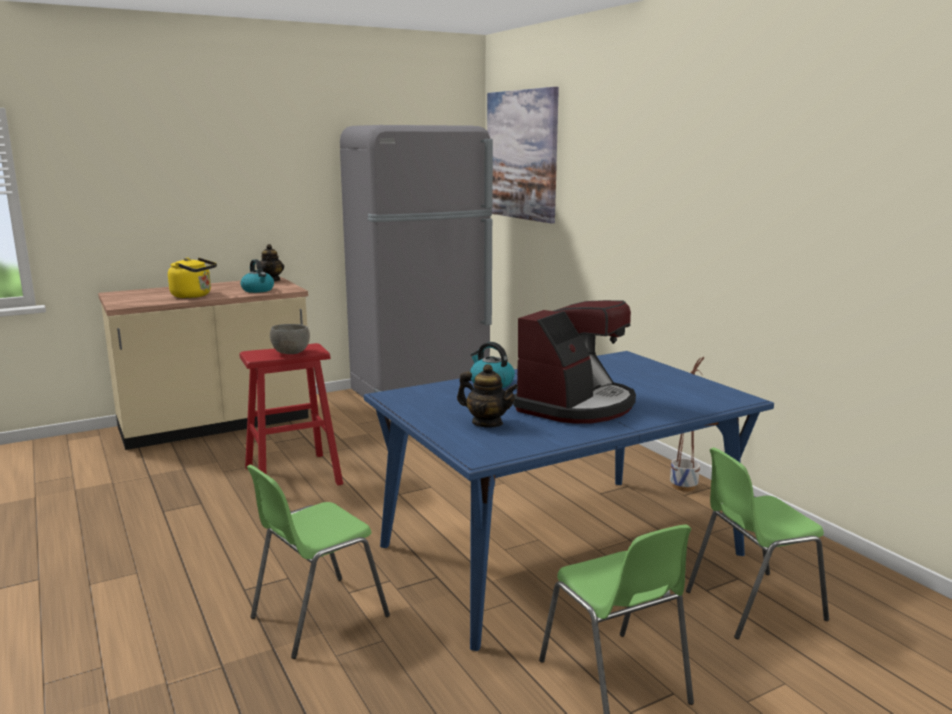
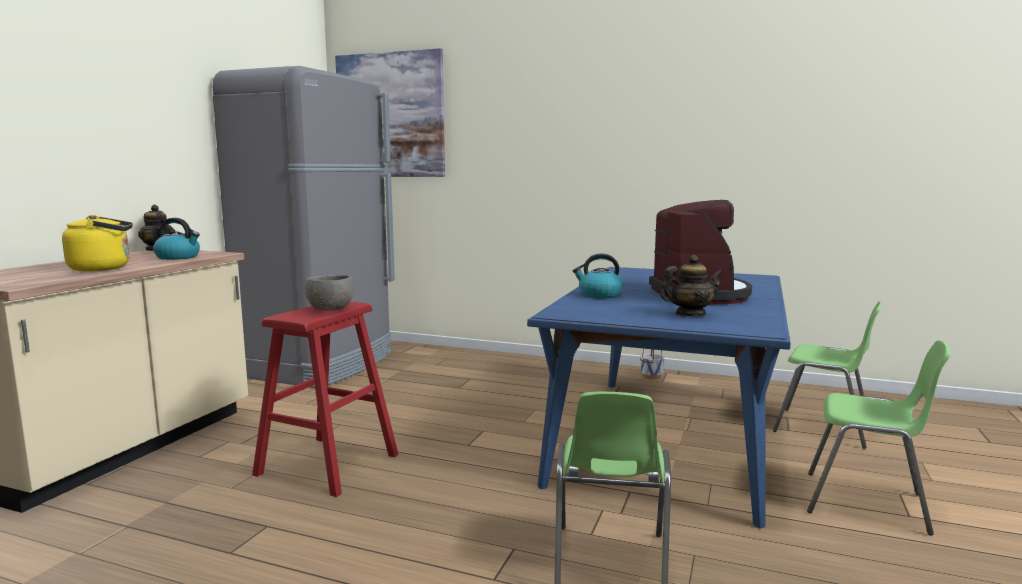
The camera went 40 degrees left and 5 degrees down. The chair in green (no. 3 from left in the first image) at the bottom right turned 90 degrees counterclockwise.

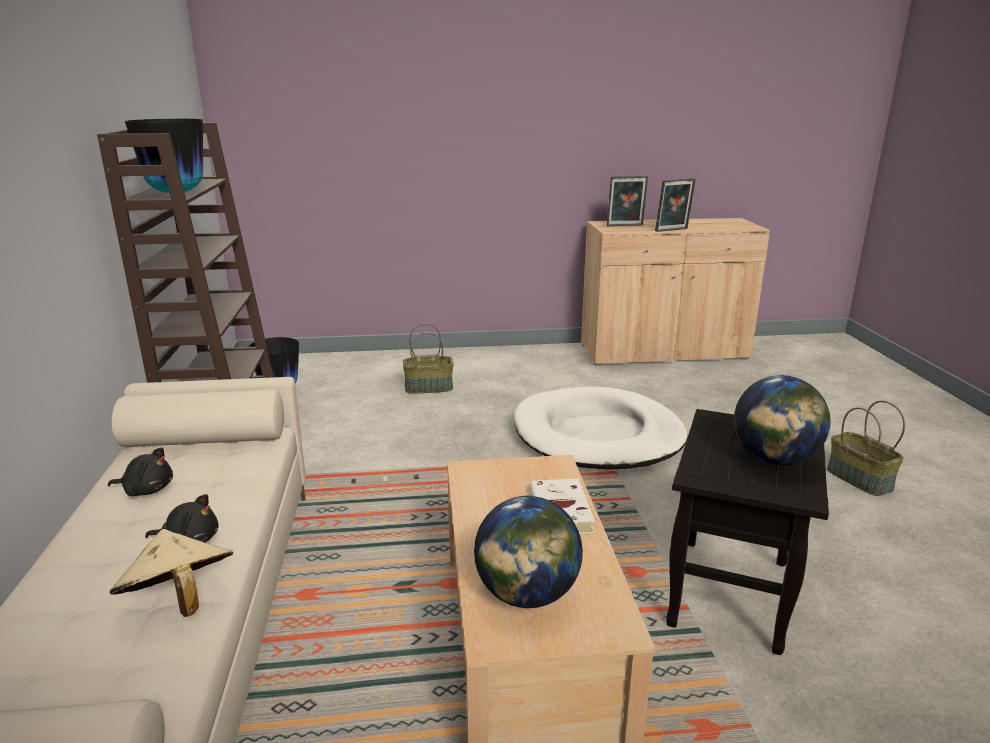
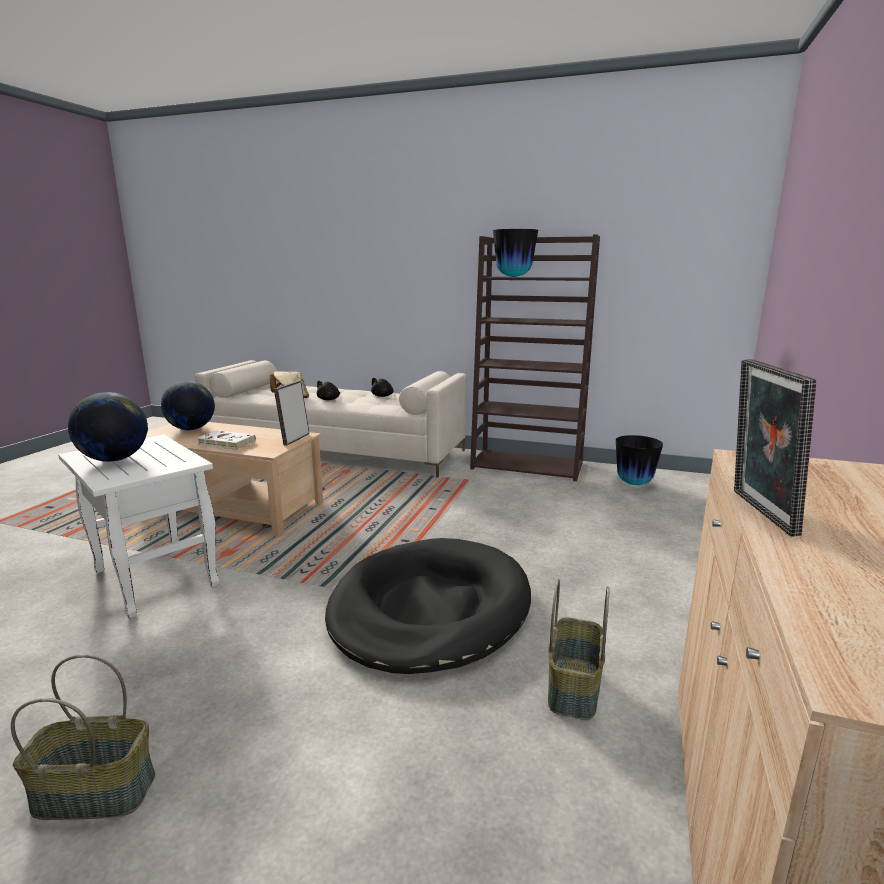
The camera went 115 degrees right and 5 degrees down. The picture frame (no. 1 from left) moved from the top centre to the middle left. The basket (no. 1 from left in the first image) moved from the centre to the bottom centre. The dog bed in white at the centre became the dog bed in black at the bottom centre. The side table in black at the bottom right became the side table in white at the middle left.

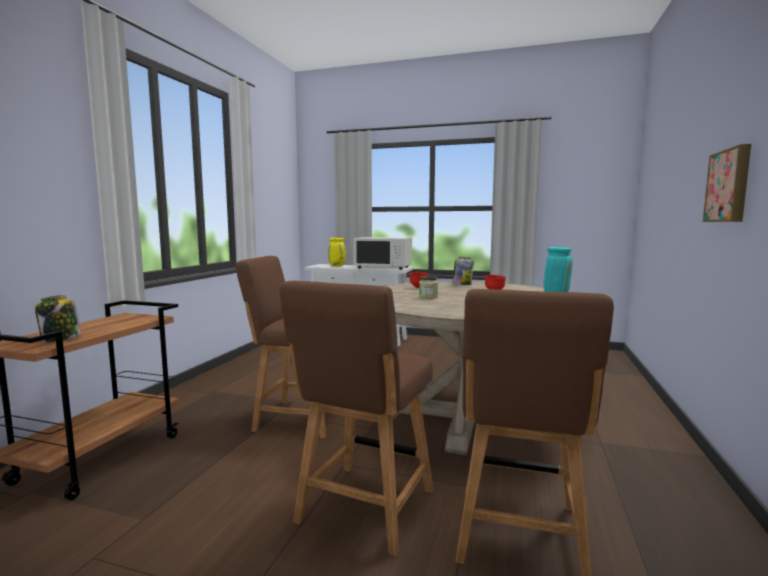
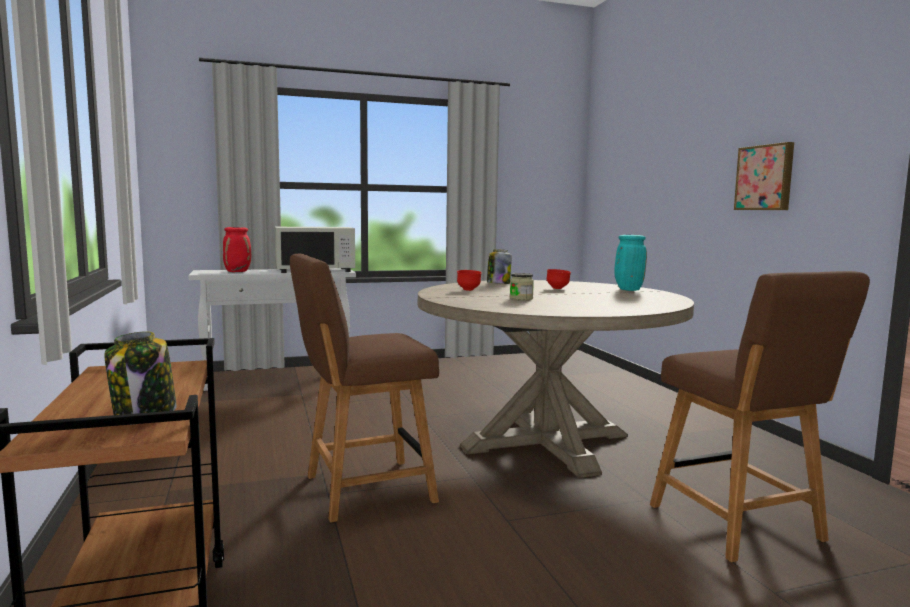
The camera went 35 degrees left and 0 degrees up. The vase in yellow at the centre became the vase in red at the middle left. The chair in brown (no. 2 from left) at the bottom centre disappeared.

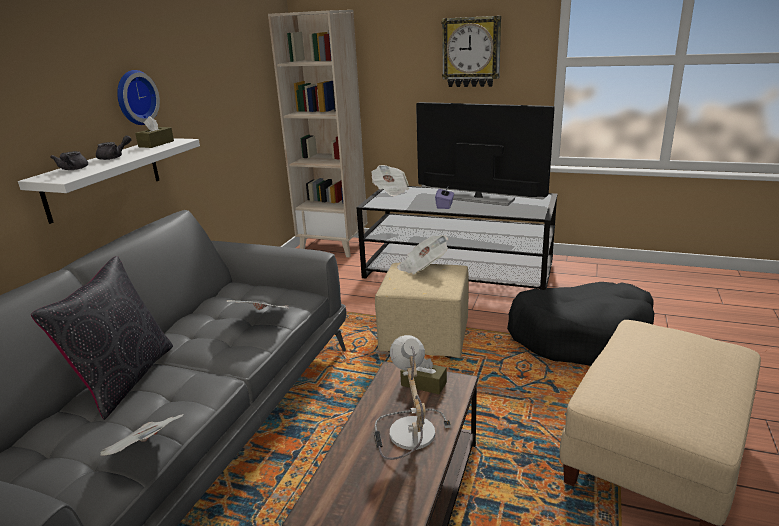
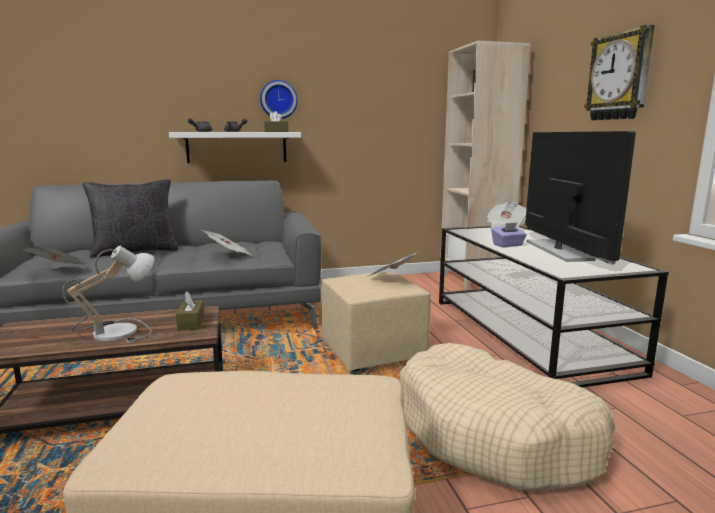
The camera went 55 degrees right and 10 degrees down. The dog bed in black at the middle right became the dog bed in beige at the bottom right.

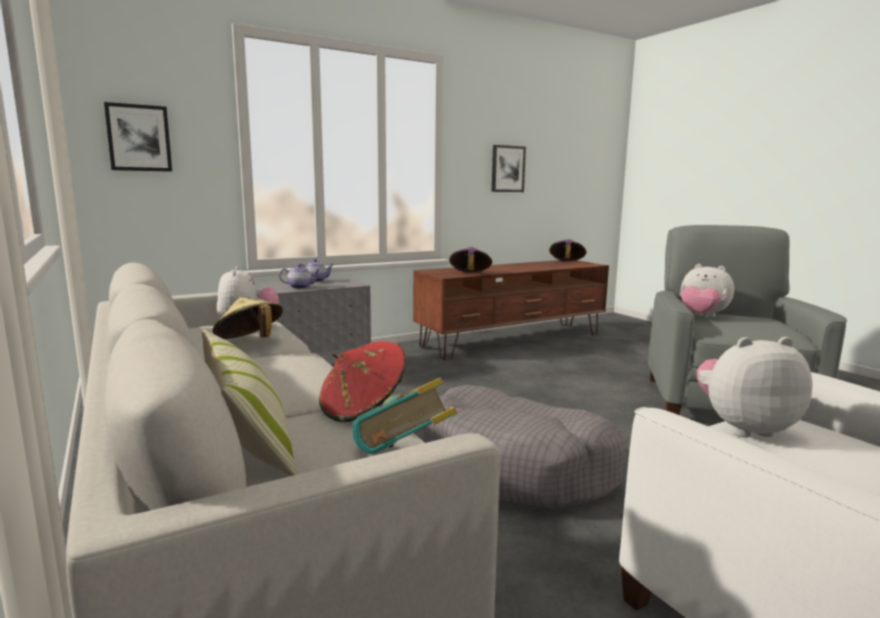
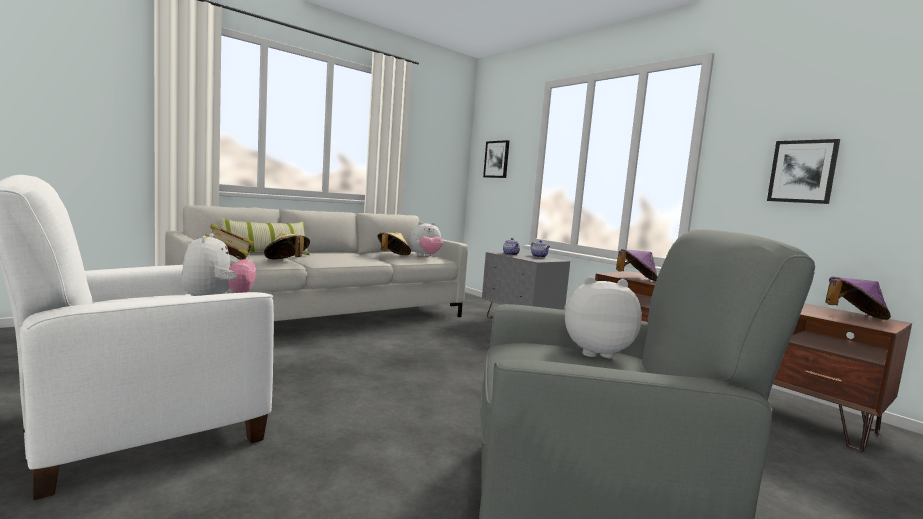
The camera went 80 degrees right and 5 degrees down. The plush toy (no. 2 from left in the first image) at the middle right turned 60 degrees clockwise. The hat in red at the centre became the hat in beige (no. 1 from left) at the middle left. The dog bed in grey at the bottom centre disappeared.

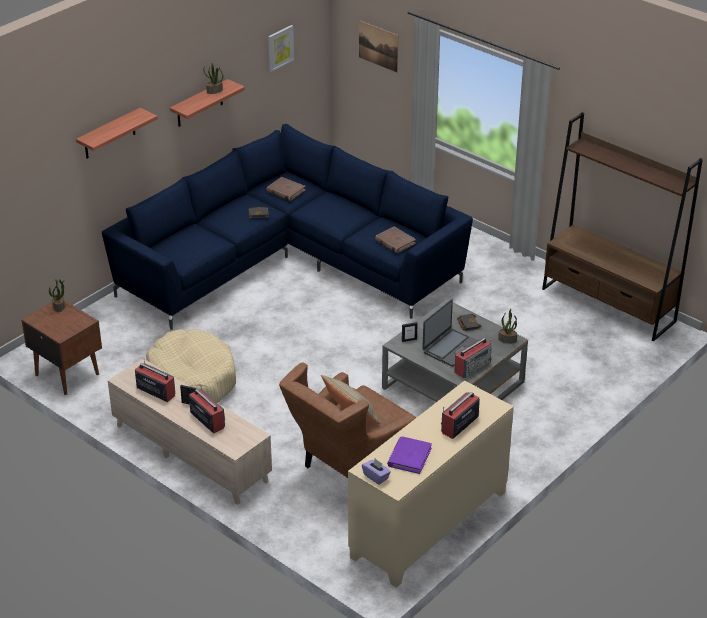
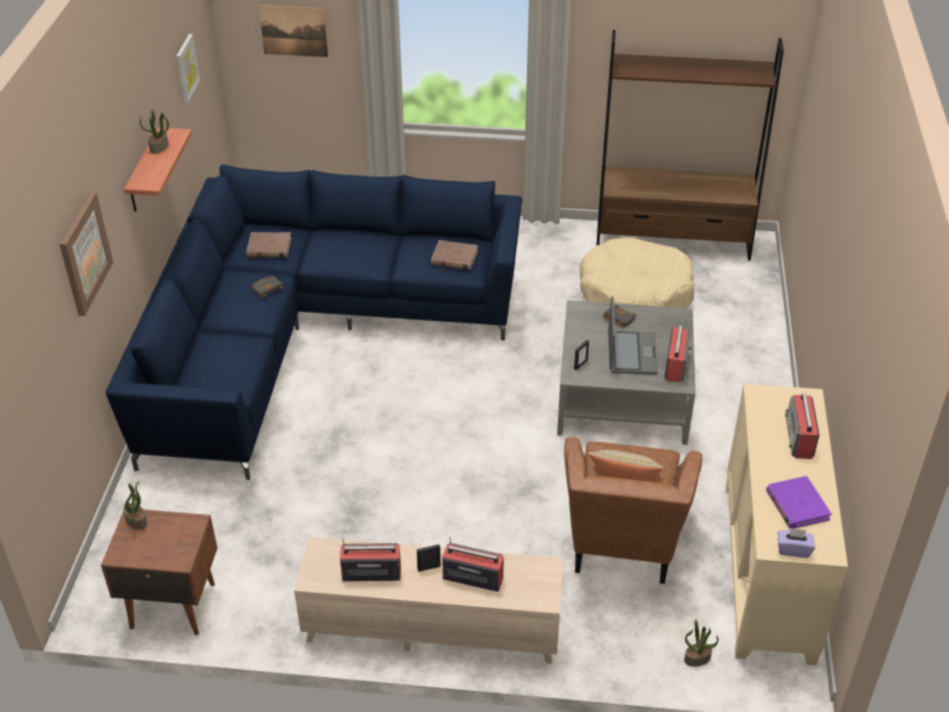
The camera went 35 degrees left and 5 degrees up. The shelf (no. 1 from left) at the top left was replaced by the picture (no. 1 from left) at the middle left. The potted plant (no. 3 from left) moved from the middle right to the bottom right. The dog bed in beige moved from the middle left to the middle right.

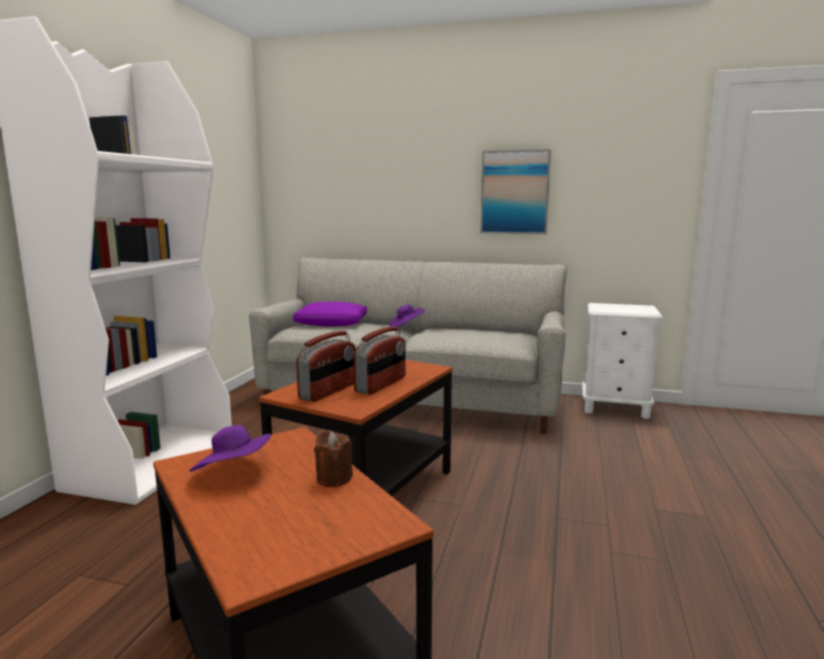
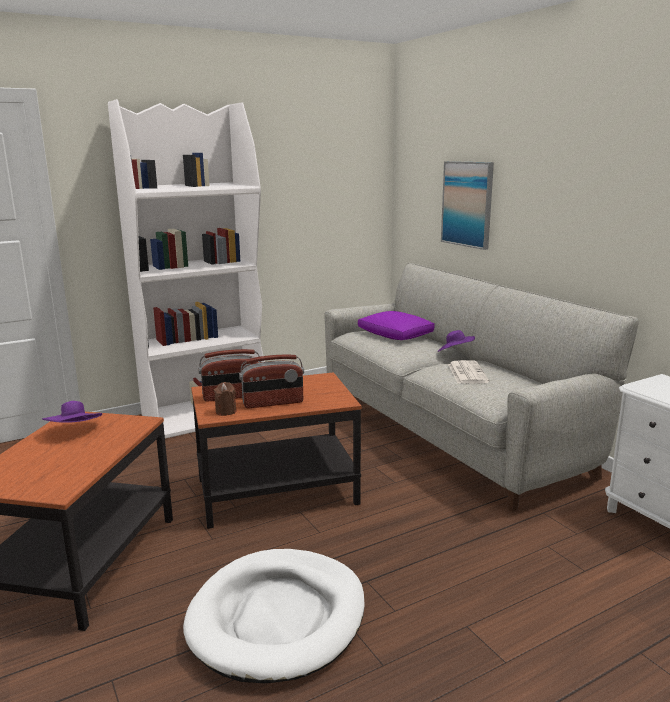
The camera went 45 degrees right and 5 degrees up. The picture moved from the top centre to the top right. The candle in brown moved from the bottom centre to the centre. The newspaper at the middle right appeared. The dog bed in white at the bottom centre appeared.

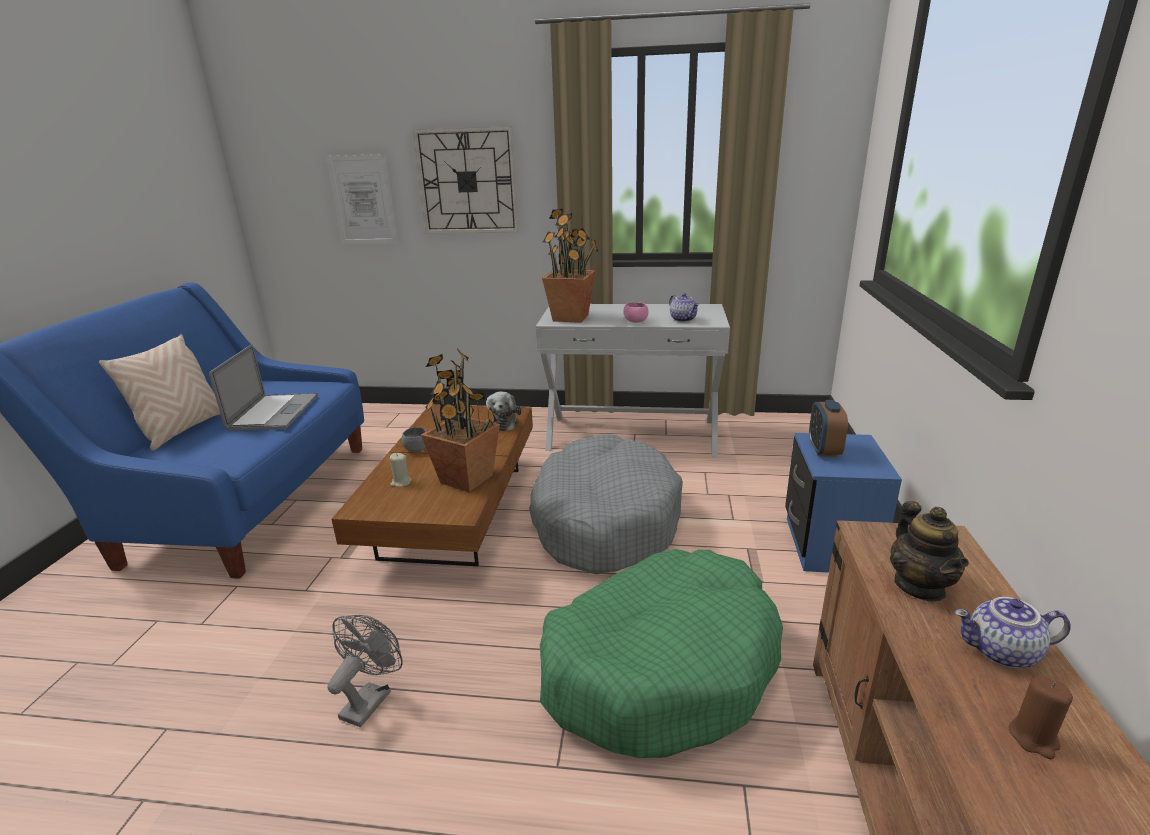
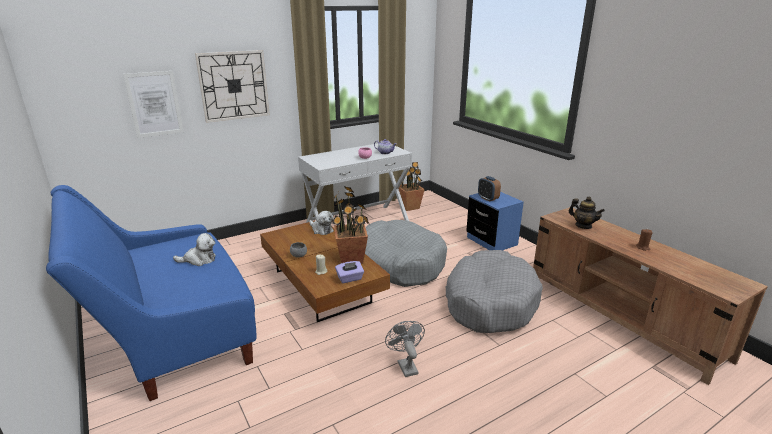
The camera went 40 degrees left and 0 degrees up. The potted plant (no. 2 from left) moved from the top centre to the centre. The pillow in beige at the middle left disappeared. The laptop at the middle left was replaced by the plush toy (no. 1 from left) at the middle left. The dog bed in green at the bottom centre became the dog bed in grey (no. 2 from left) at the bottom centre. The teapot (no. 3 from left) at the bottom right disappeared. The tissue box in purple at the centre appeared.

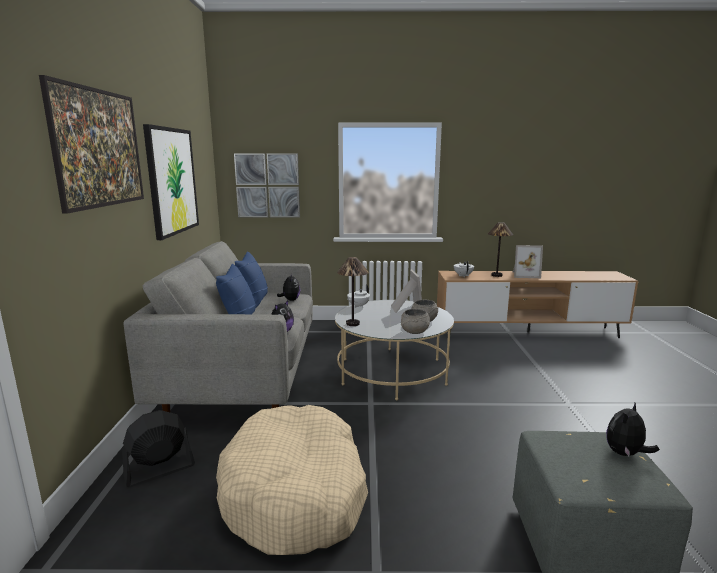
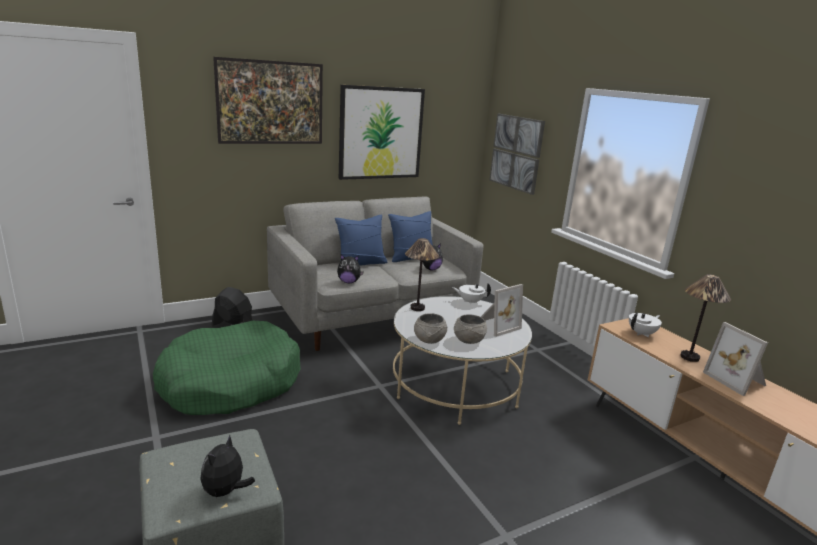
The camera went 60 degrees right and 5 degrees up. The plush toy (no. 3 from left in the first image) at the bottom right turned 90 degrees counterclockwise. The dog bed in beige at the bottom centre became the dog bed in green at the bottom left.

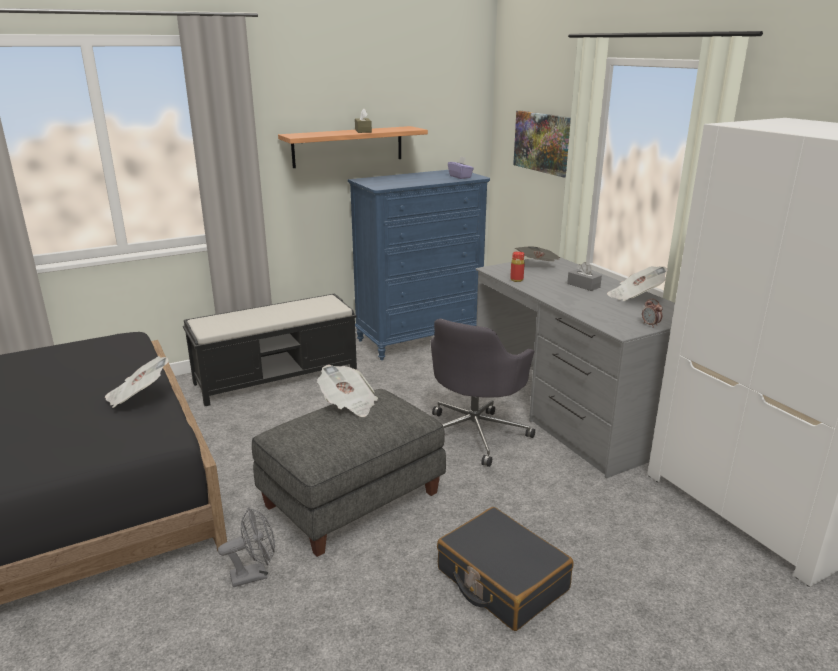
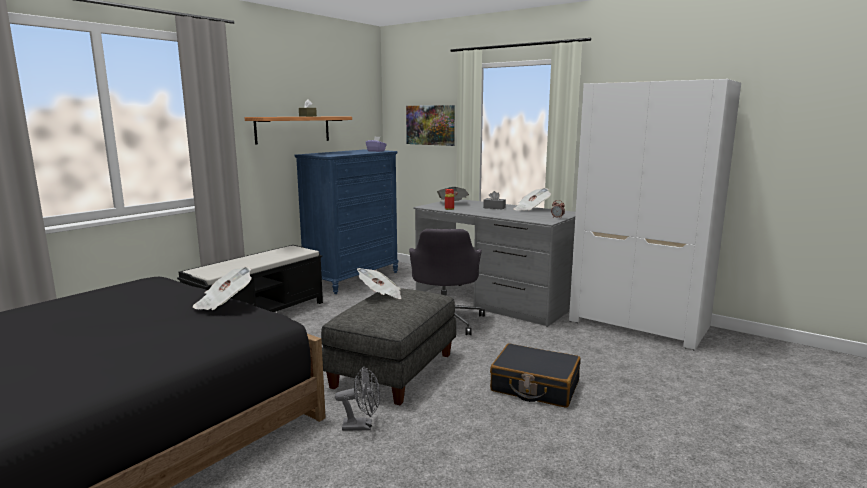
The camera went 25 degrees left and 10 degrees down. The fan in grey at the bottom left turned 45 degrees clockwise.

